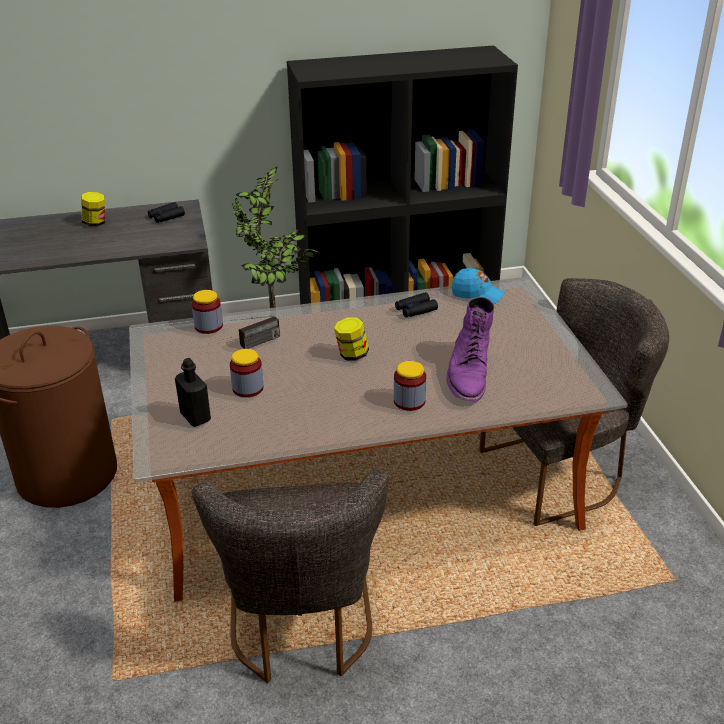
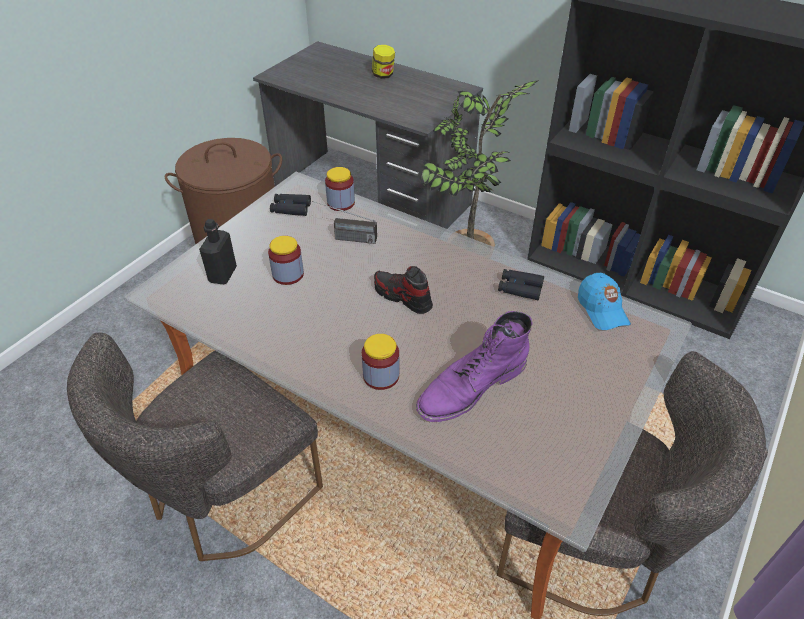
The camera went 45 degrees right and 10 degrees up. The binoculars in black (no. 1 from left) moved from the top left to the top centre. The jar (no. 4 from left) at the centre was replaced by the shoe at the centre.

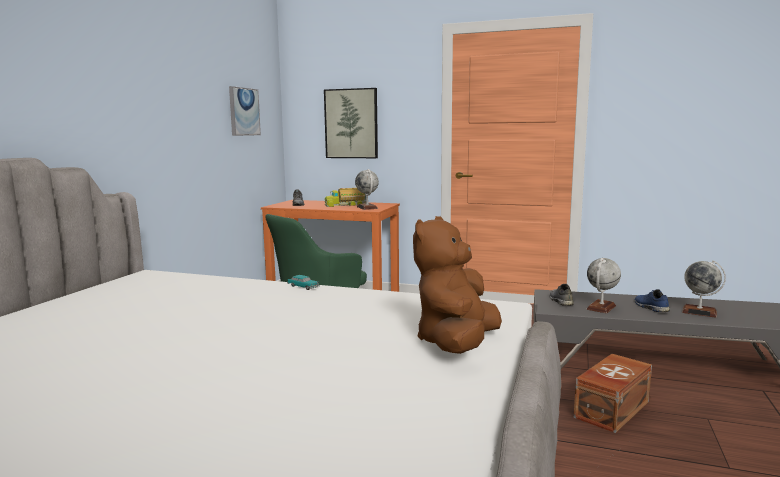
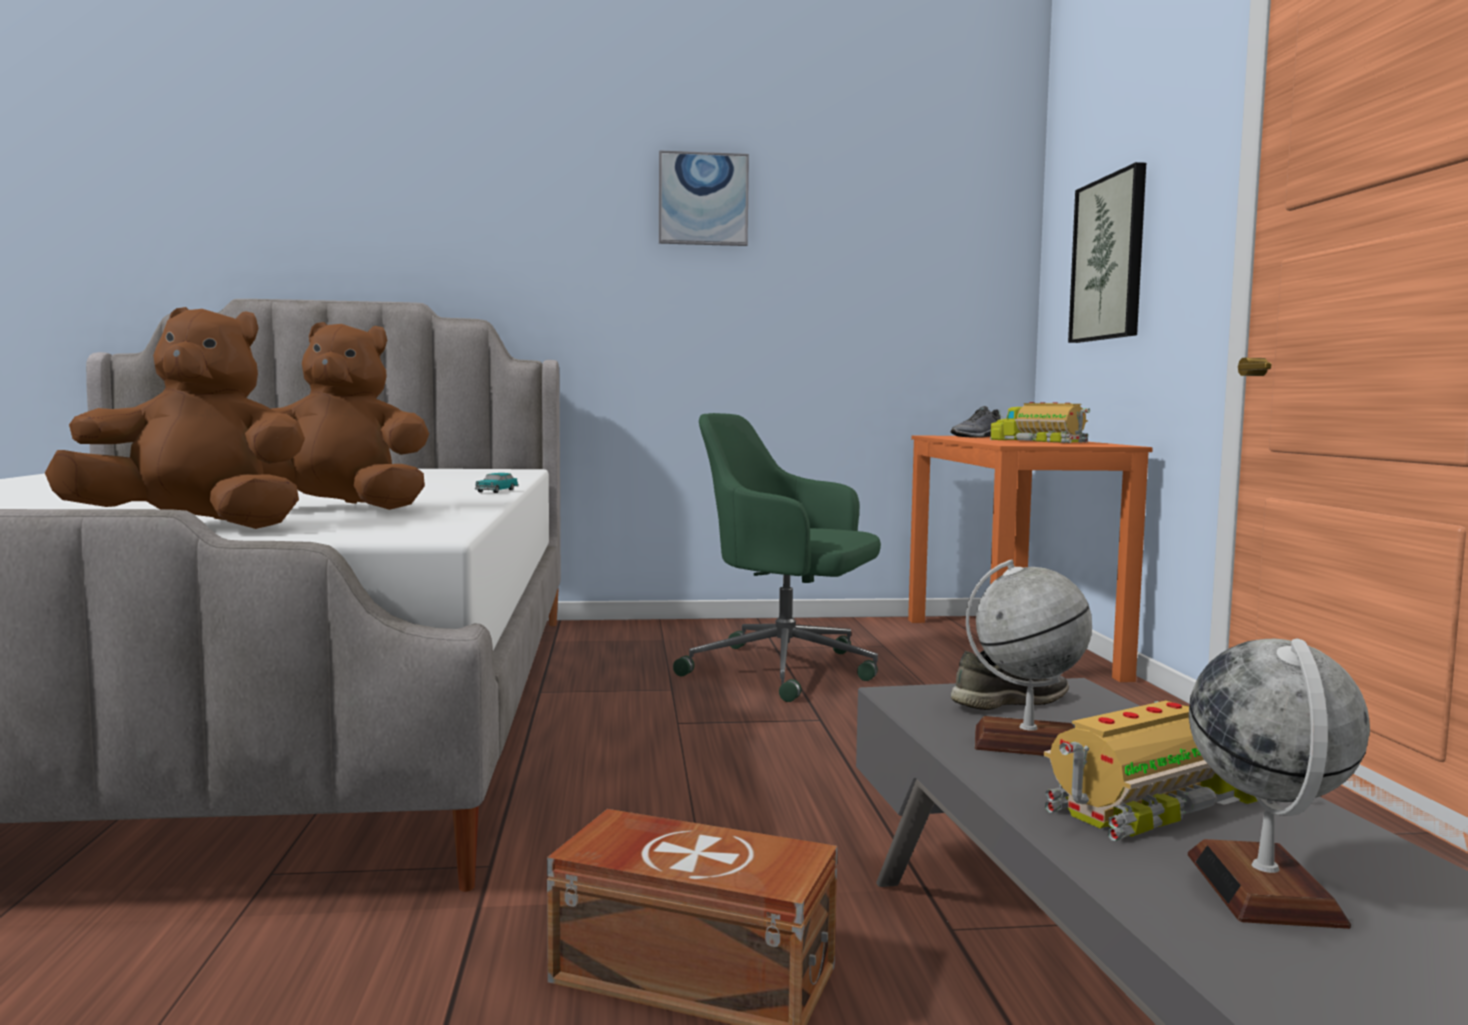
The camera went 65 degrees right and 5 degrees down. The picture (no. 1 from left) moved from the top left to the top centre. The globe (no. 1 from left) at the centre disappeared. The shoe in blue at the middle right was replaced by the toy truck (no. 2 from left) at the bottom right. The plush toy in brown (no. 2 from left) at the middle left appeared.

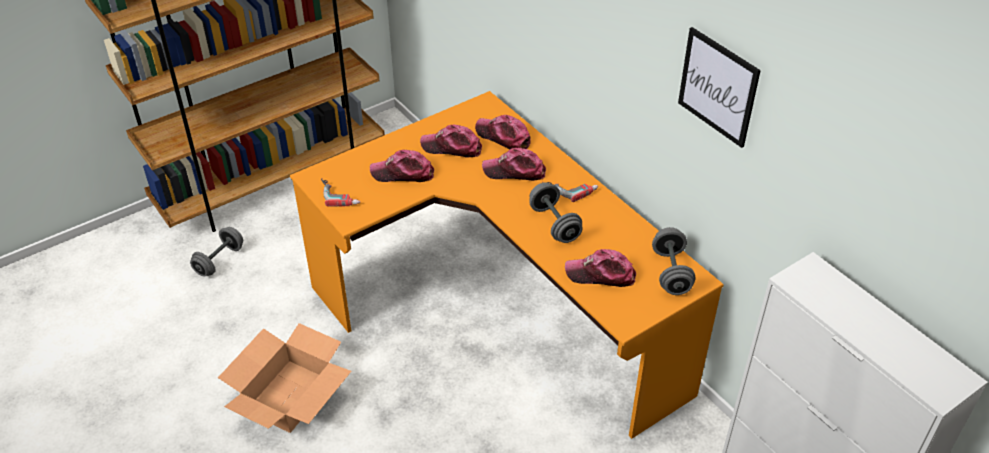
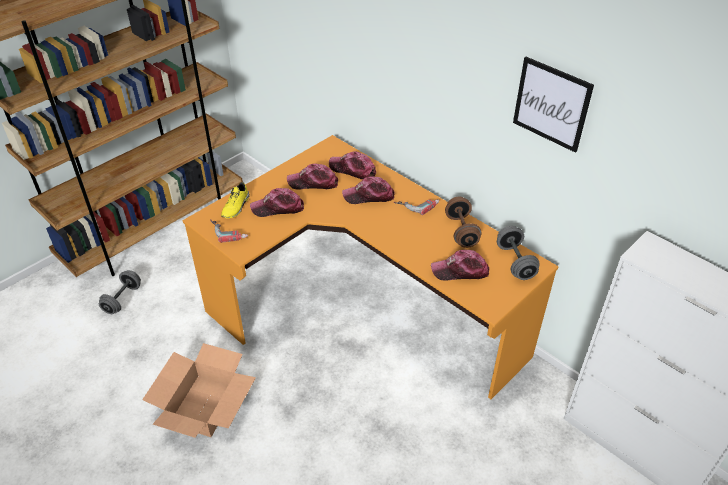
The camera went 10 degrees left and 0 degrees up. The dumbbell in grey (no. 2 from left) at the centre disappeared. The shoe in yellow at the middle left appeared. The dumbbell in brown at the centre appeared.

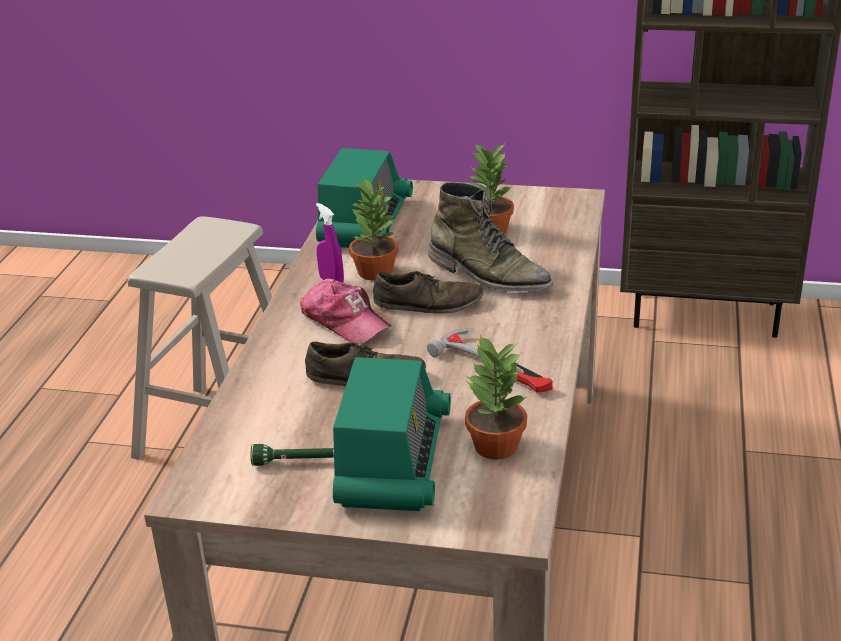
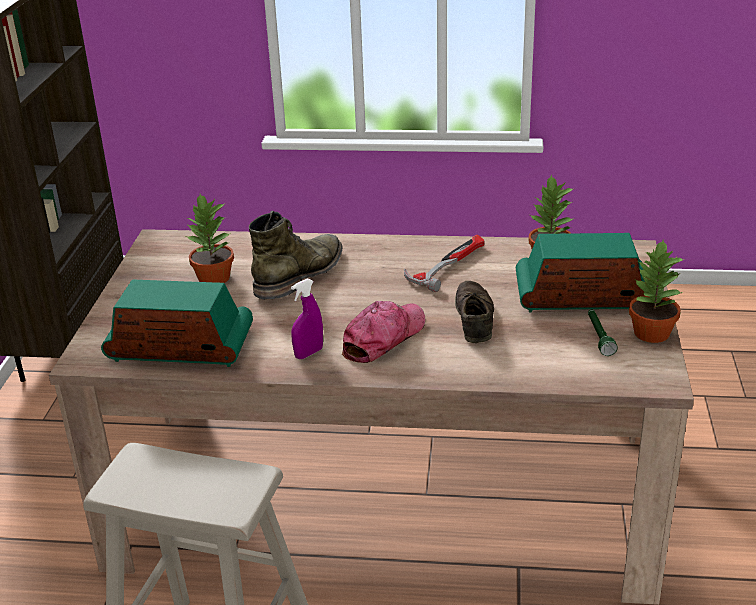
The camera went 95 degrees left and 0 degrees up. The potted plant (no. 1 from left in the first image) moved from the centre to the middle right. The shoe in brown (no. 2 from left) at the centre disappeared.

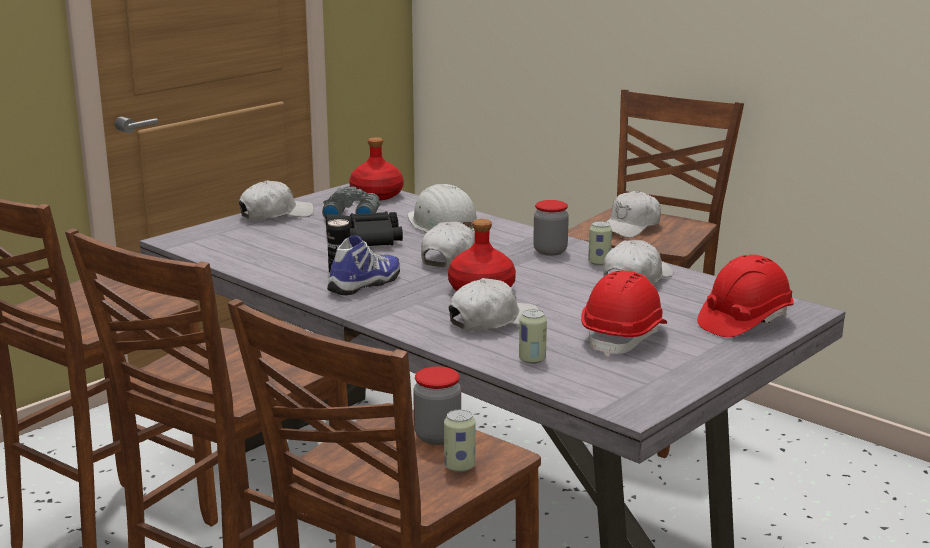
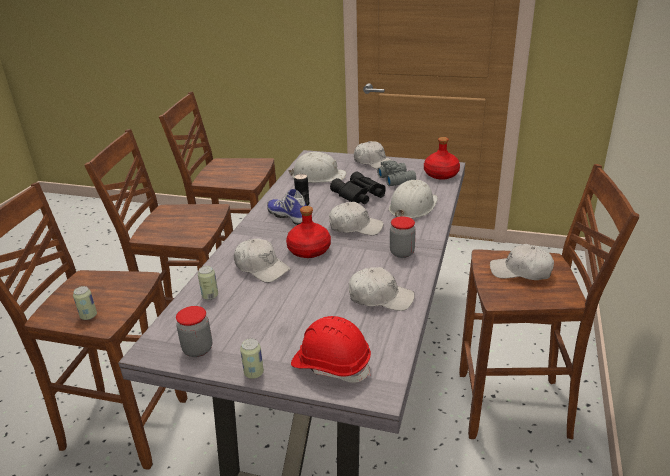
The camera went 65 degrees right and 10 degrees up. The can (no. 4 from left in the first image) moved from the centre to the bottom centre. The shoe at the centre turned 150 degrees counterclockwise. The hard hat in red (no. 1 from left) at the middle right disappeared. The jar (no. 1 from left) moved from the bottom centre to the bottom left. The hard hat in white (no. 1 from left) at the centre appeared.

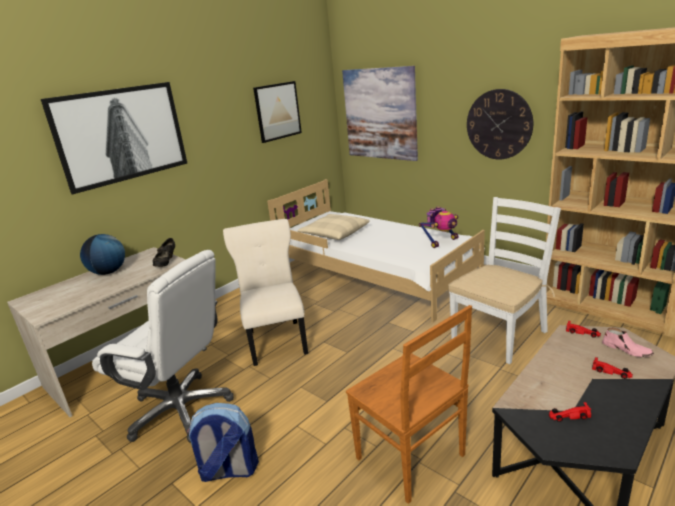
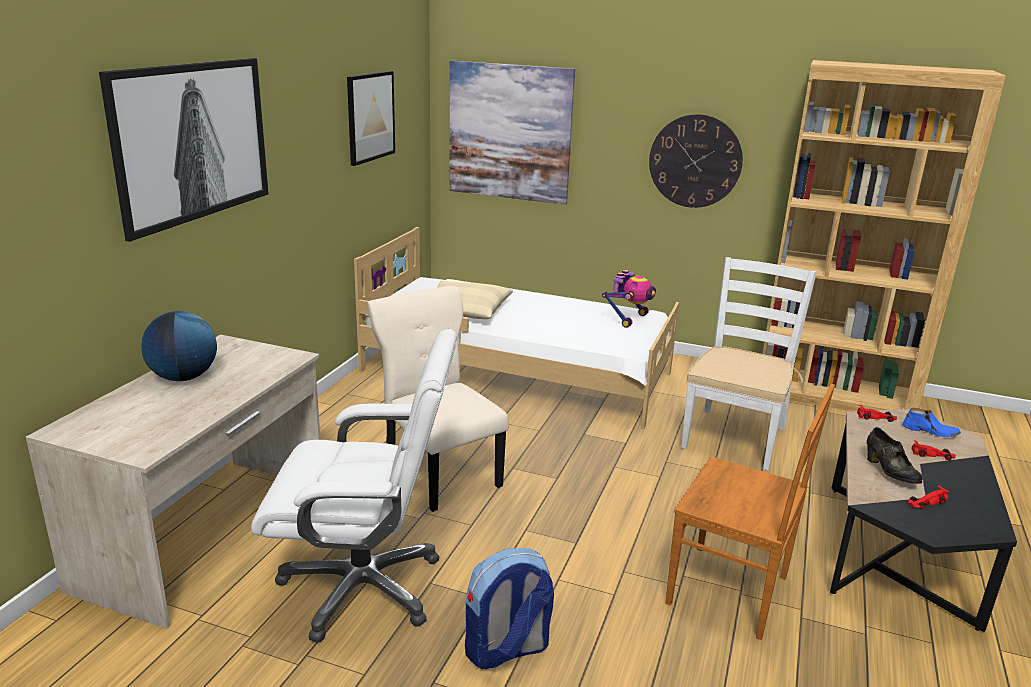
The camera went 25 degrees left and 0 degrees up. The shoe in black moved from the middle left to the middle right. The shoe in pink at the bottom right became the shoe in blue at the middle right.

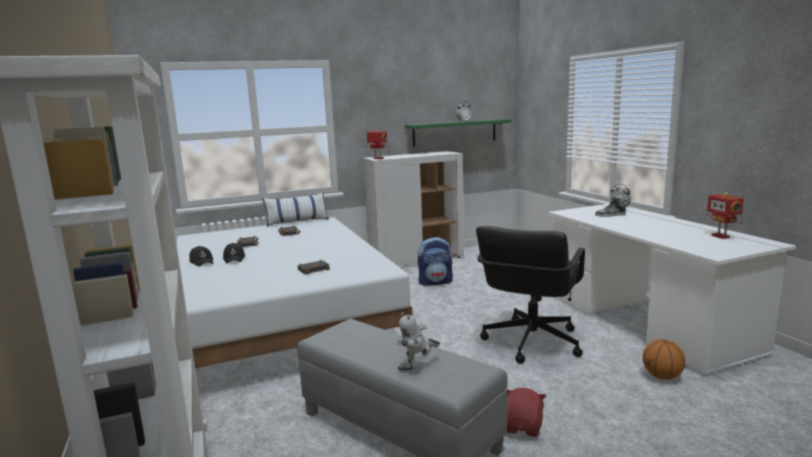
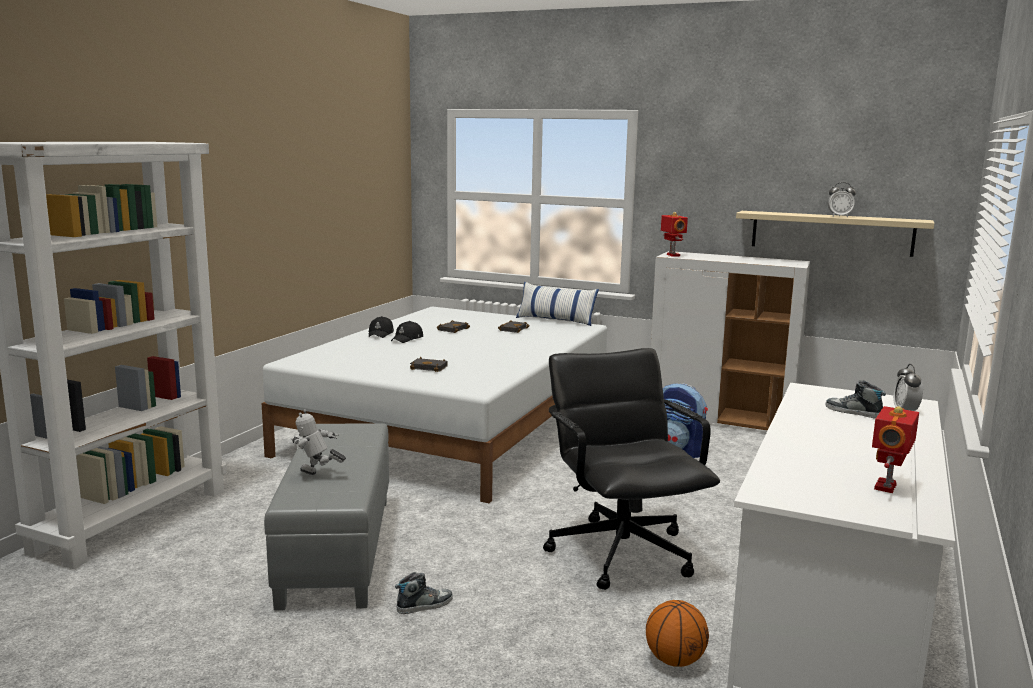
The camera went 45 degrees right and 0 degrees up. The shelf in green at the top centre became the shelf in beige at the middle right. The office chair in black at the centre turned 90 degrees clockwise. The plush toy in red at the bottom centre was replaced by the shoe (no. 1 from left) at the bottom centre.

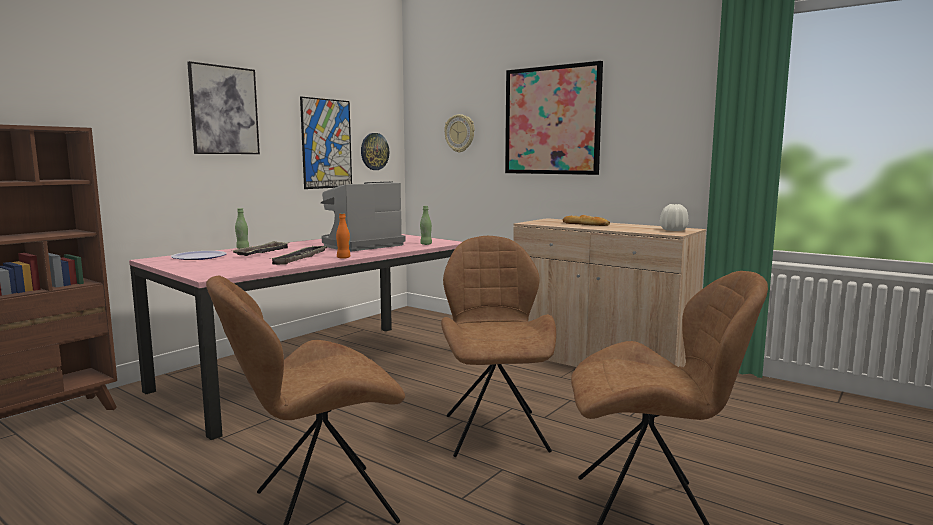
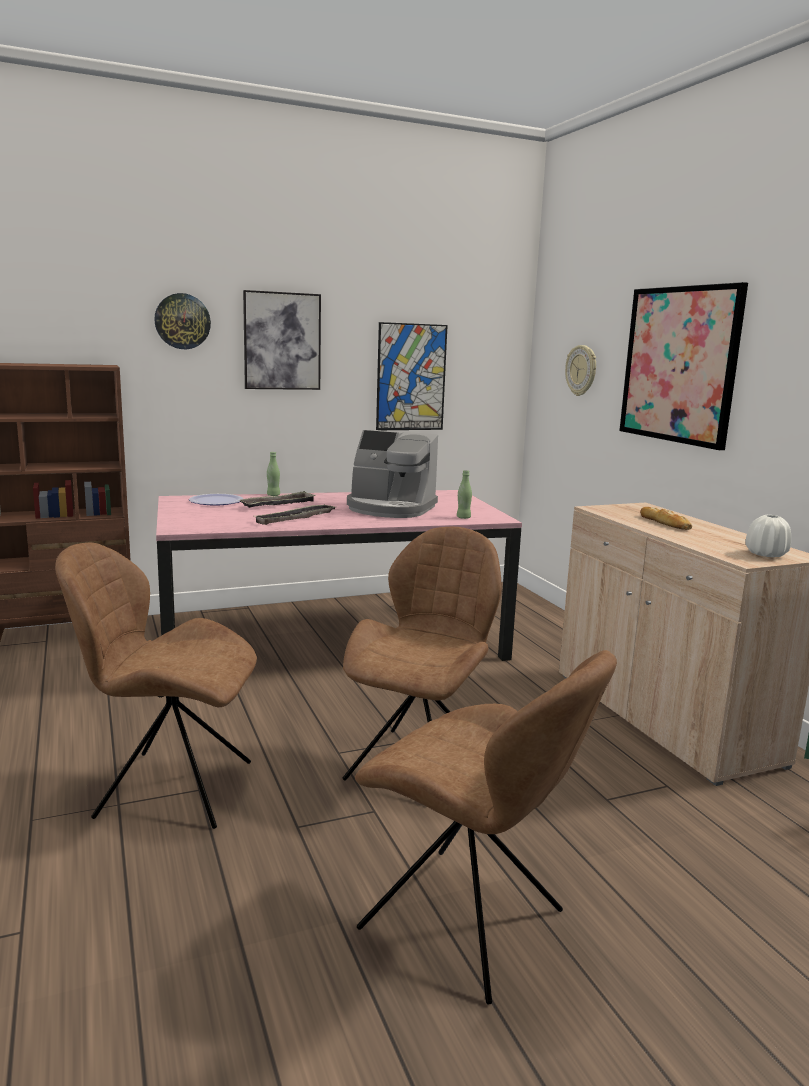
The camera went 30 degrees right and 5 degrees up. The wall clock (no. 1 from left) moved from the top centre to the top left. The coffee machine at the centre turned 150 degrees counterclockwise. The bottle in orange at the centre disappeared.

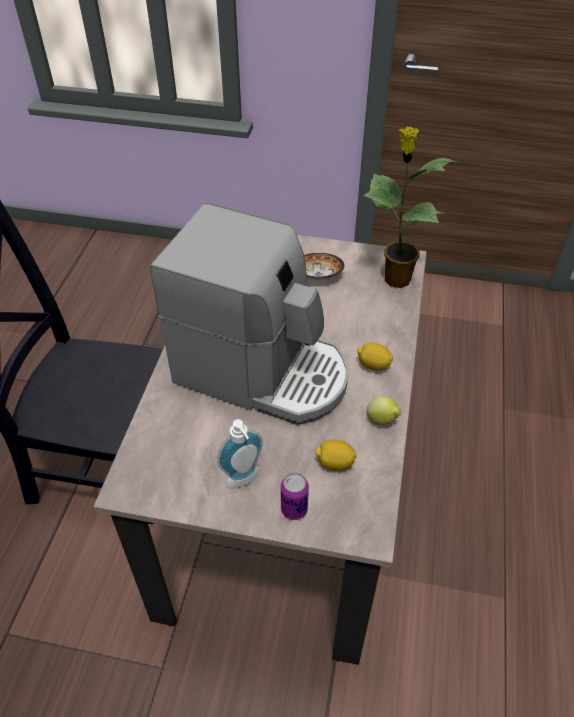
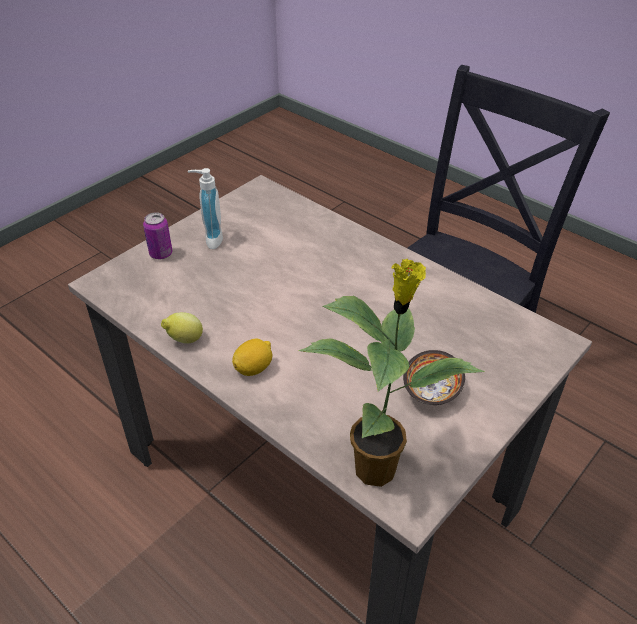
The camera went 120 degrees right and 5 degrees down. The coffee machine at the centre disappeared. The lemon (no. 1 from left) at the centre disappeared.

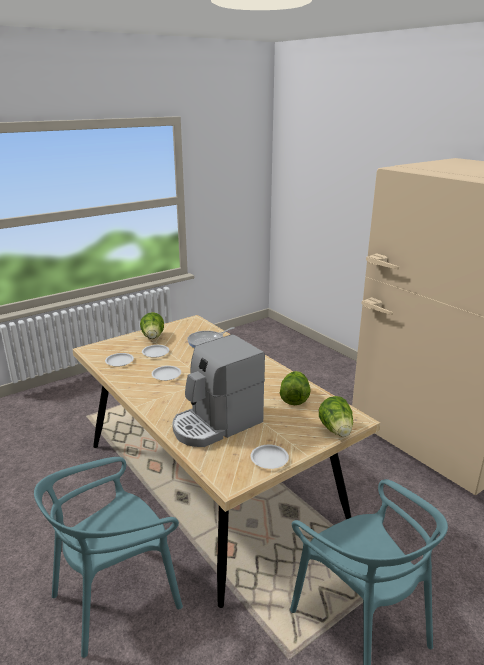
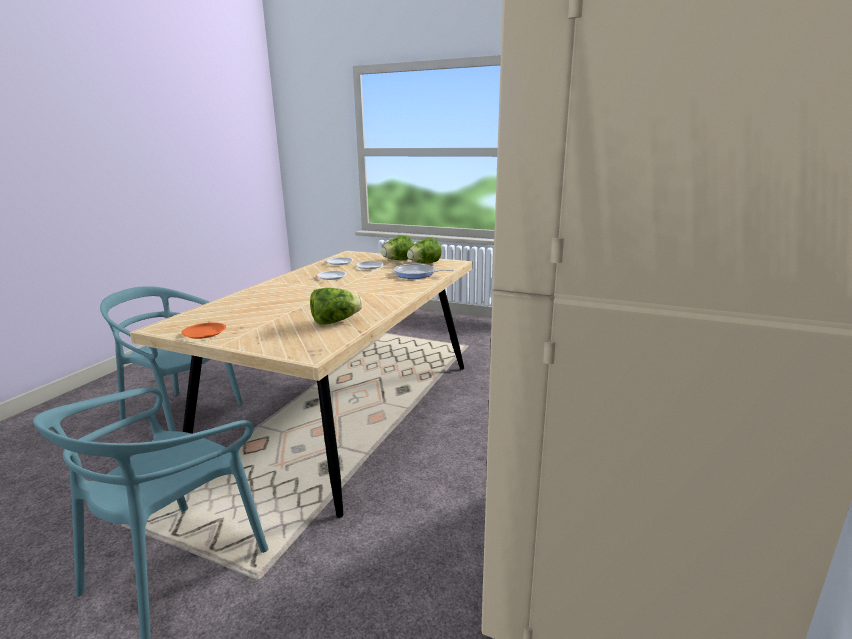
The camera went 60 degrees right and 5 degrees down. The coffee machine at the centre disappeared. The lettuce (no. 3 from left) moved from the middle right to the centre. The plate in white (no. 4 from left) at the bottom centre became the plate in orange at the middle left.

